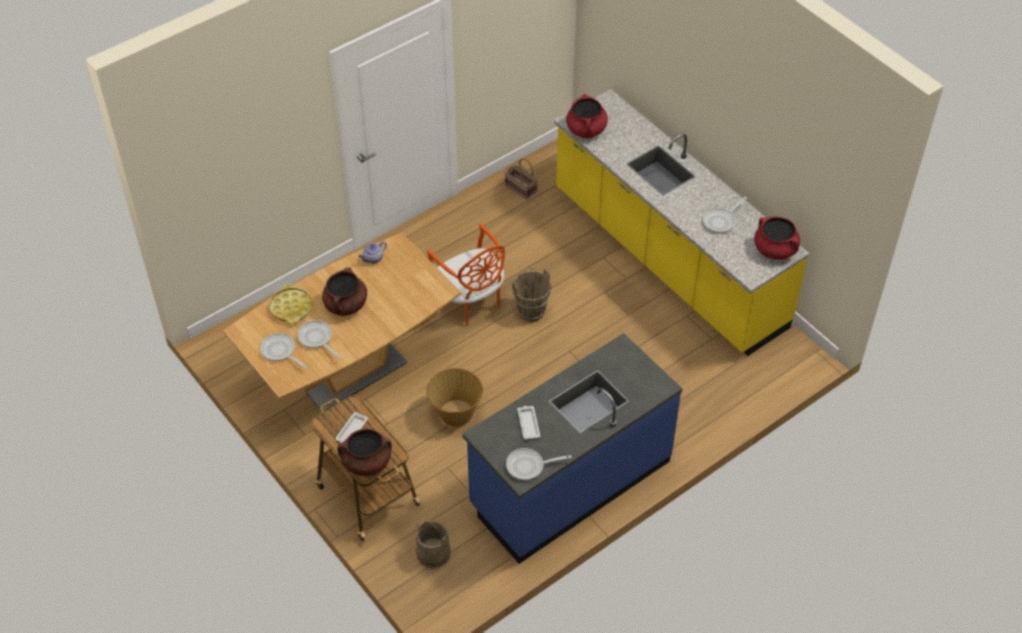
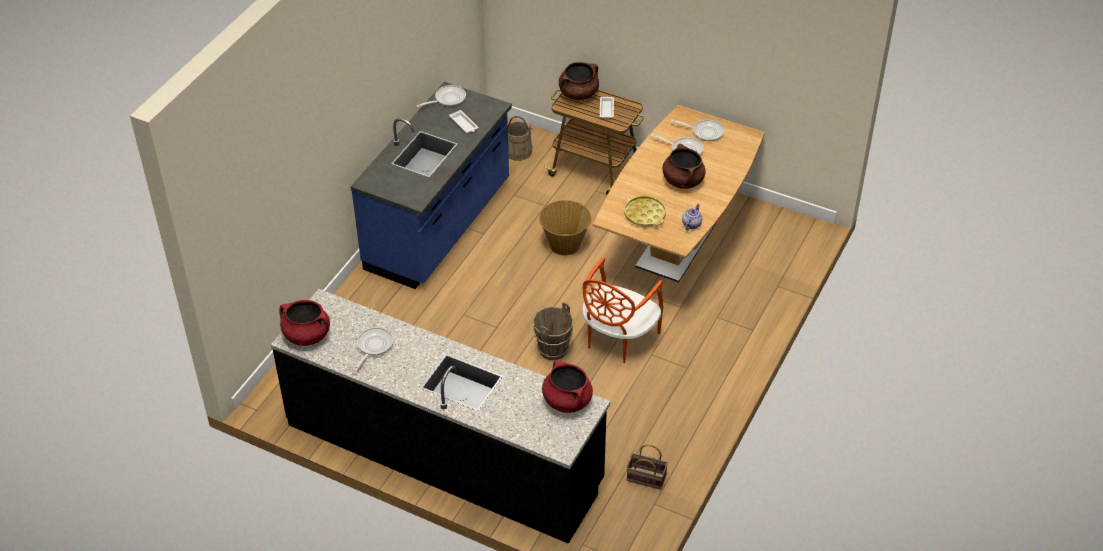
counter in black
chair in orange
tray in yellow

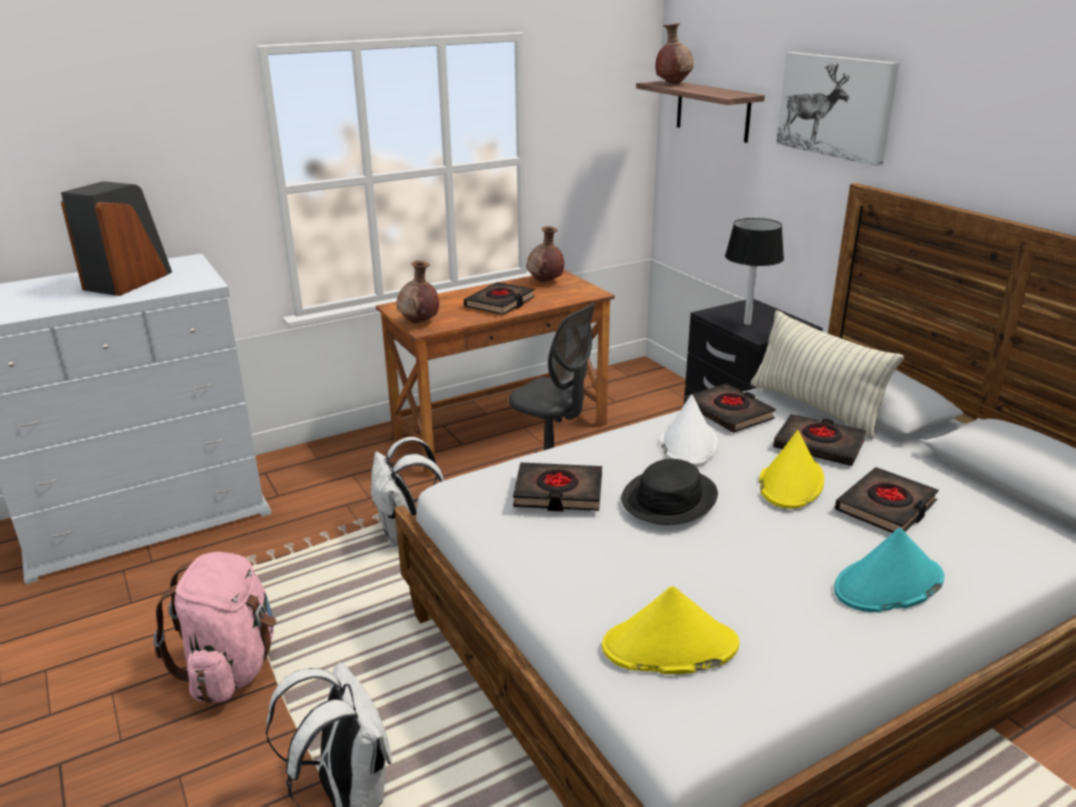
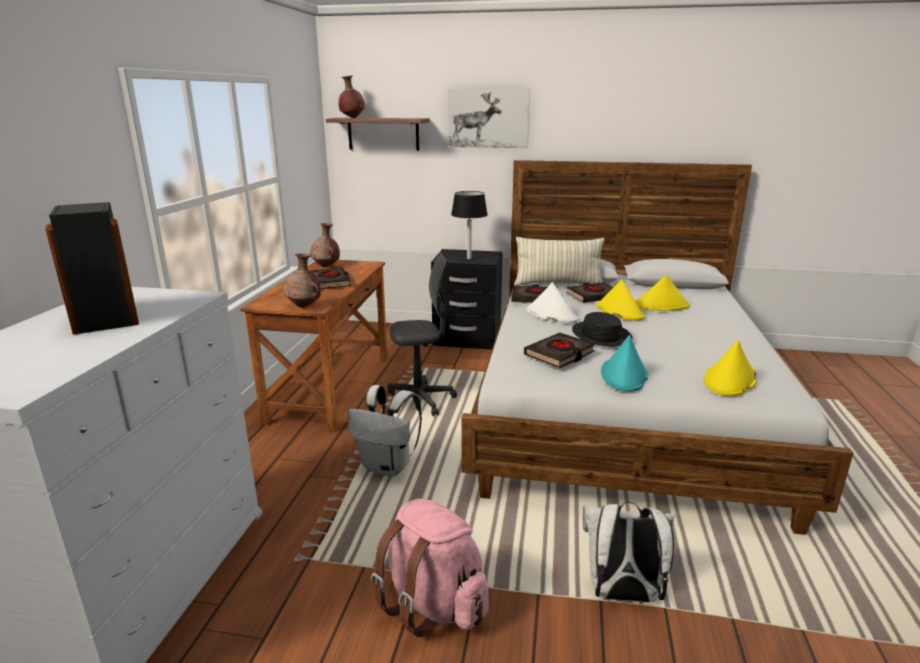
hat in turquoise
hat in yellow (2nd from left)

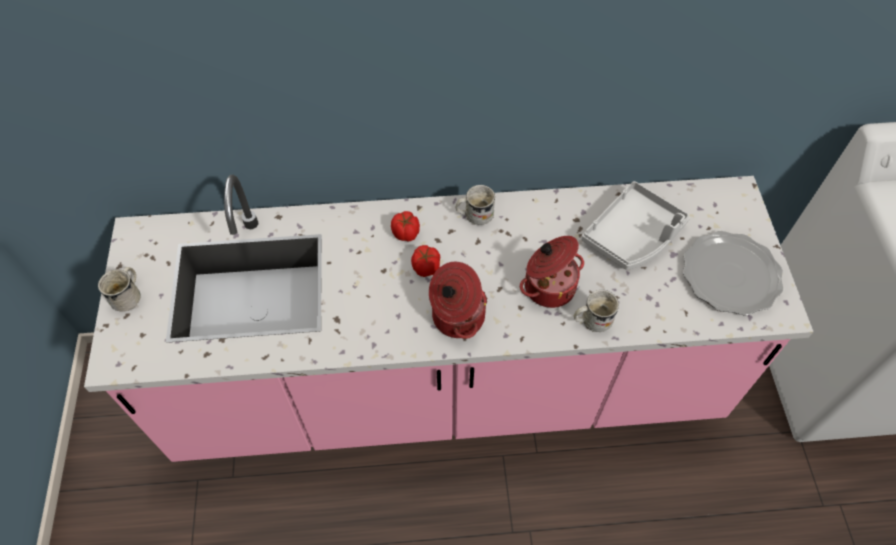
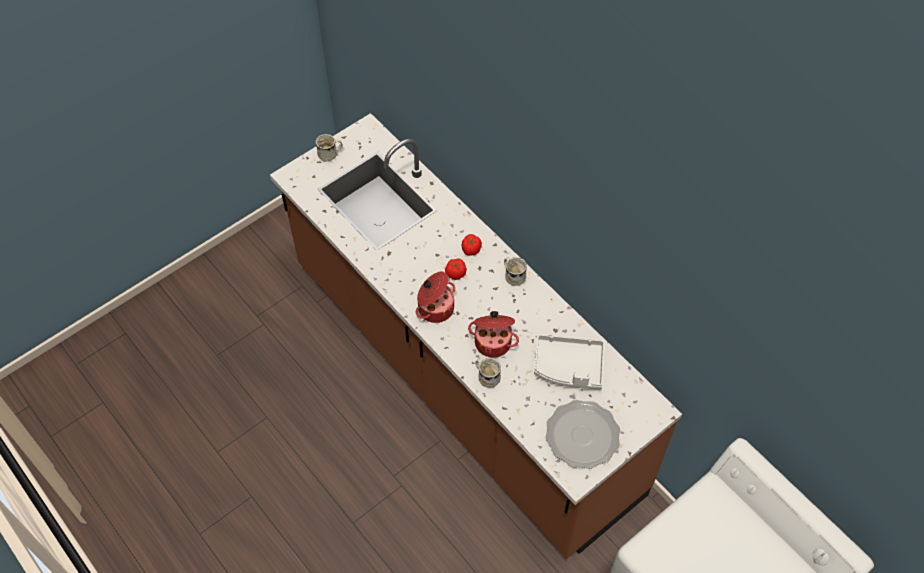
counter in brown

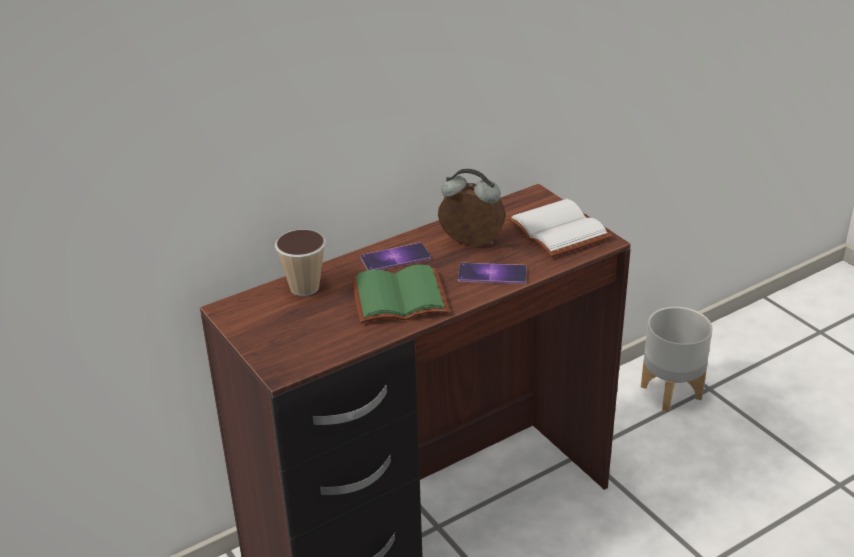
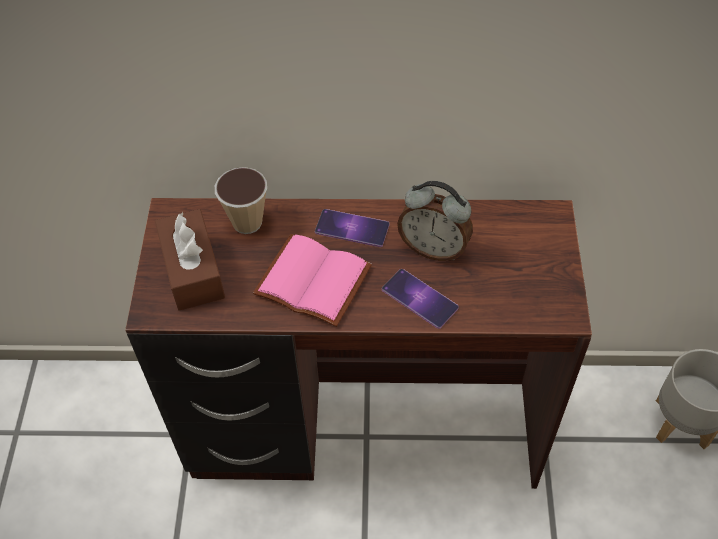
tissue box in brown
book in pink
alarm clock
book in white

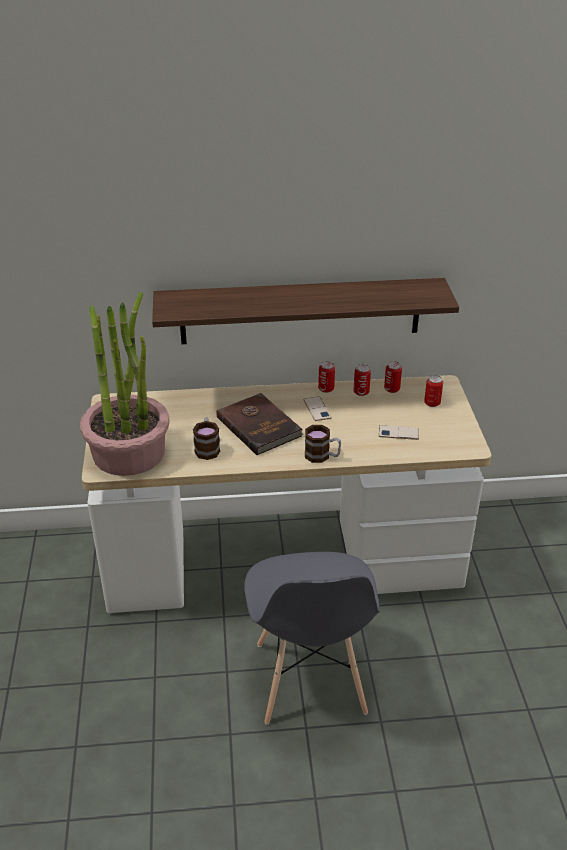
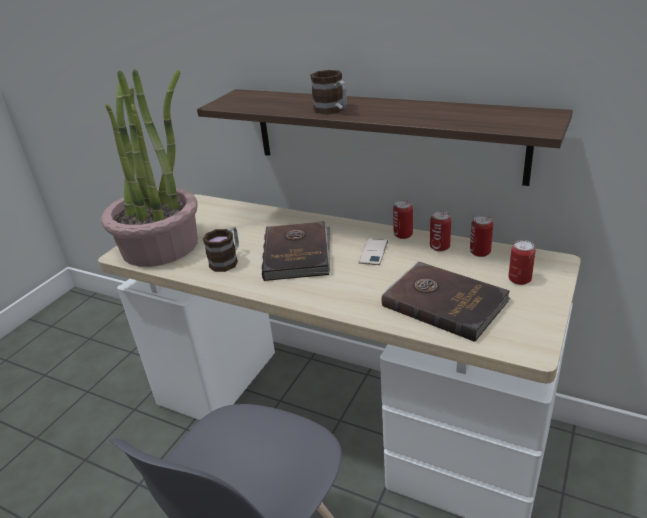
mug (2nd from left)
book in brown (2nd from left)

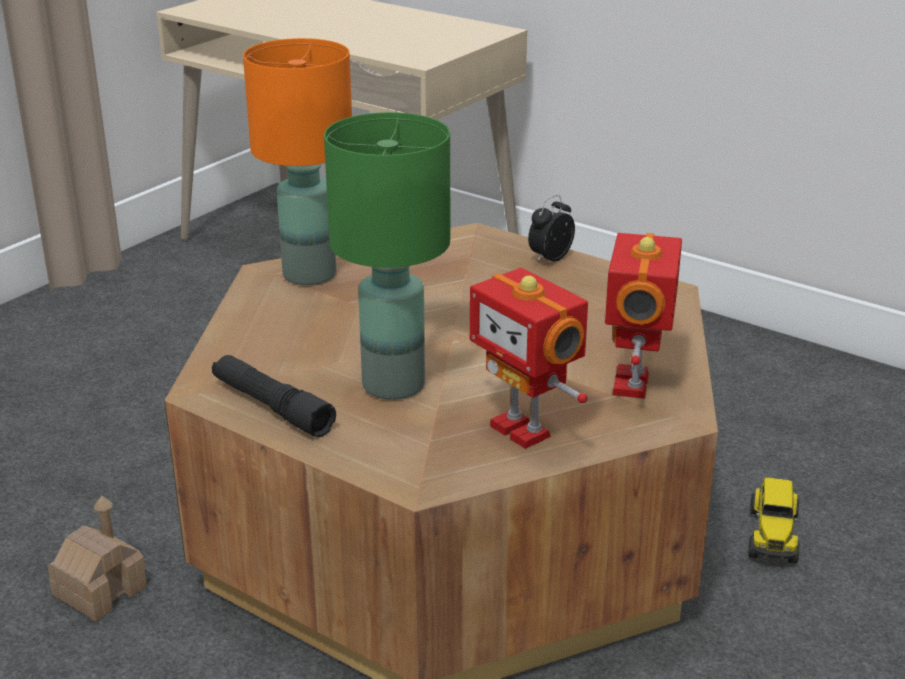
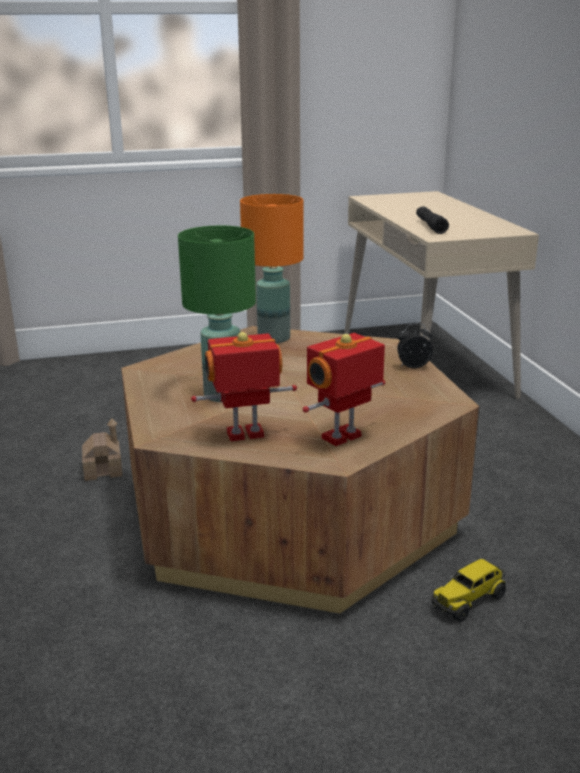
toy robot (1st from left)
flashlight in black

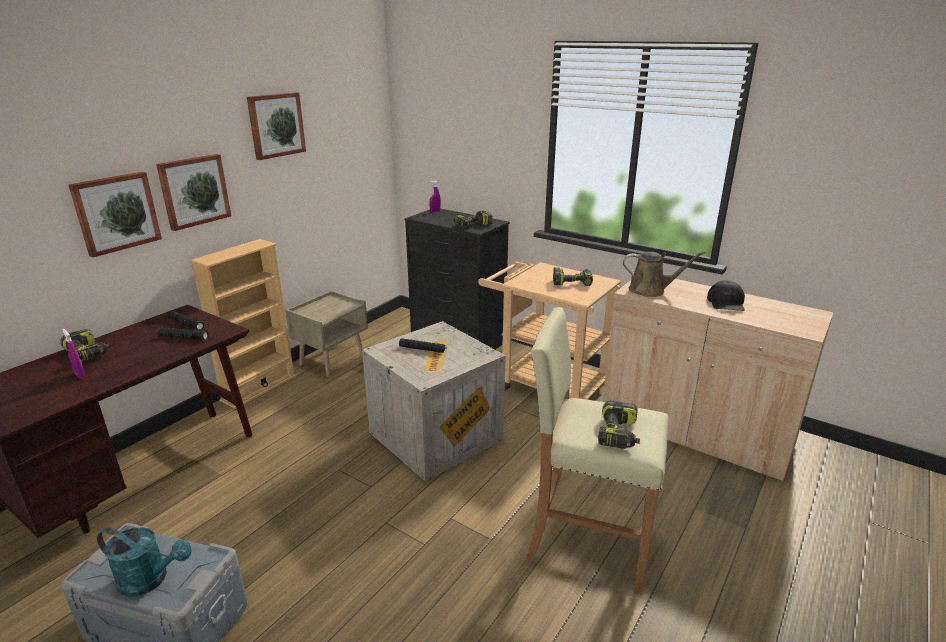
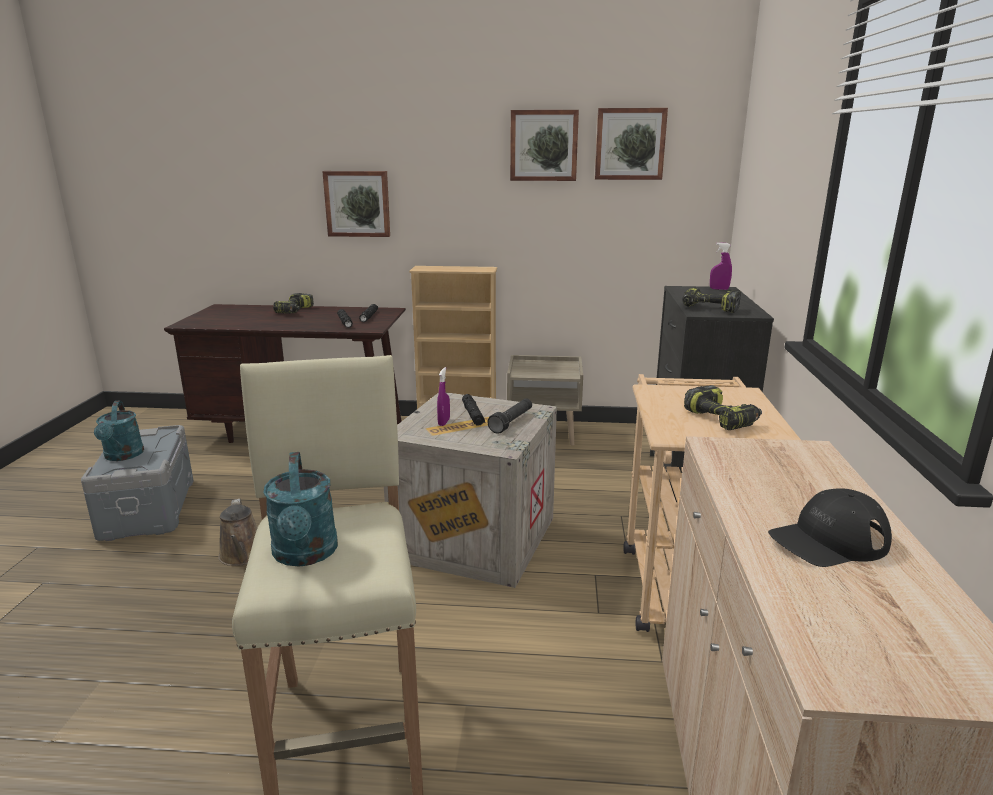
watering can in brown
watering can in turquoise (2nd from left)
spray bottle in purple (1st from left)
flashlight in black (4th from left)
picture (3rd from left)

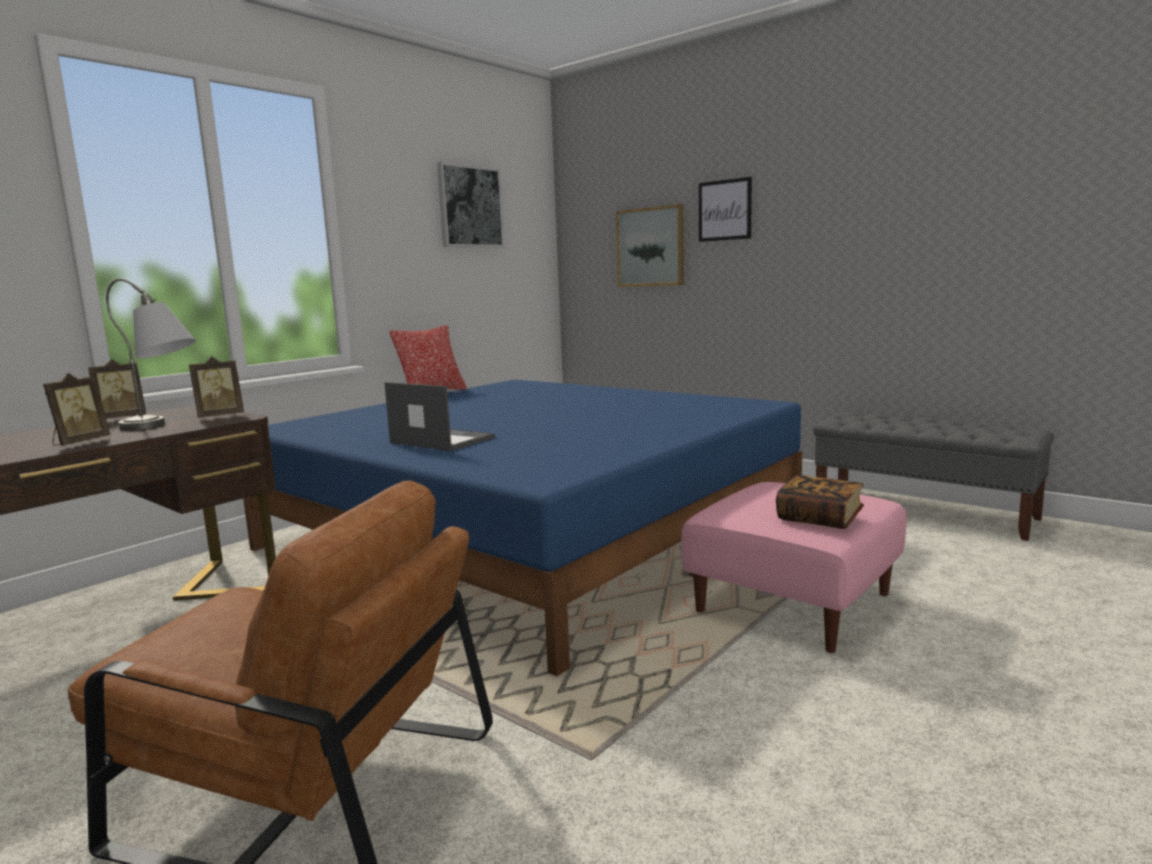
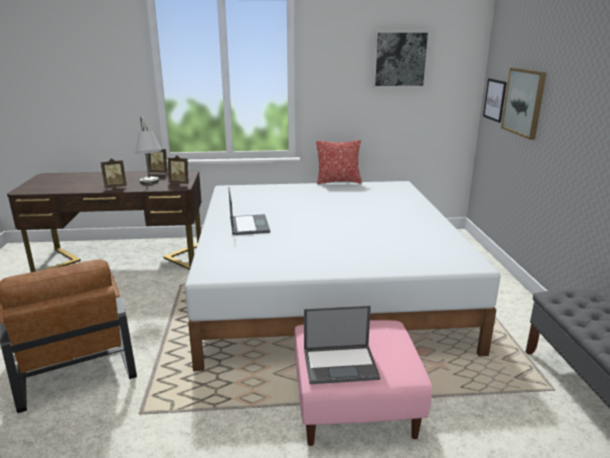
bed in white
laptop (2nd from left)
picture (2nd from left)

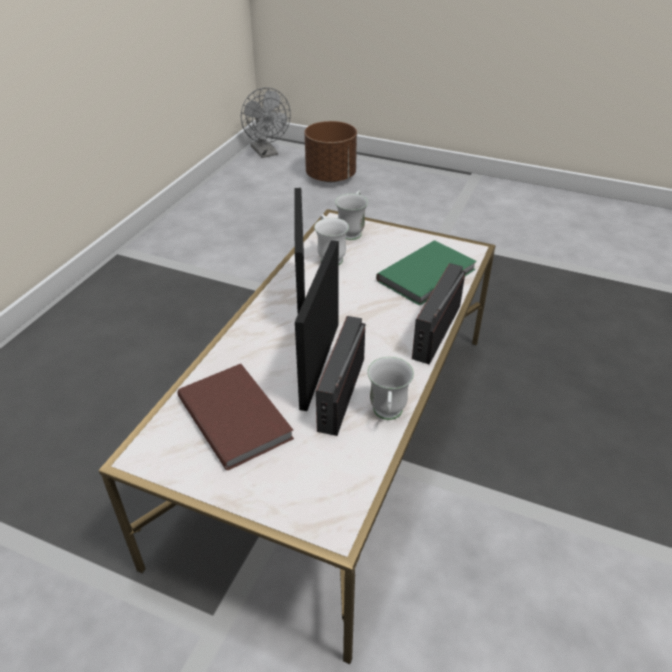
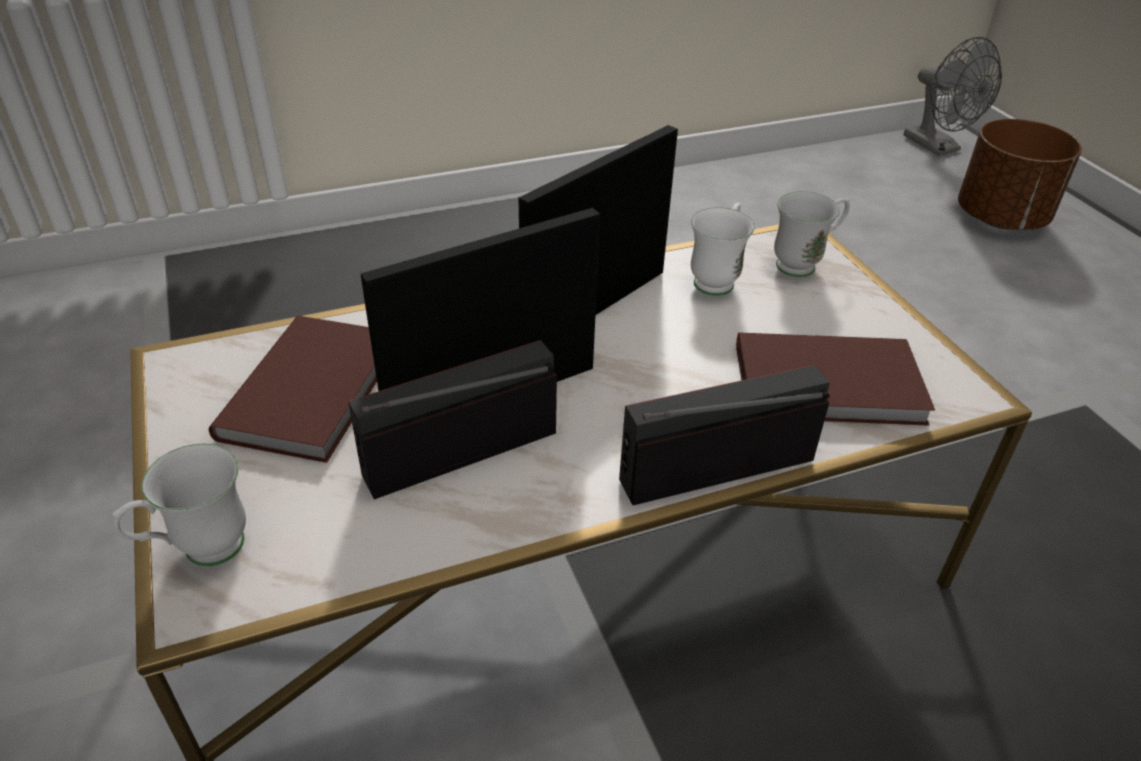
mug in white (1st from left)
book in brown (2nd from left)
fan in grey

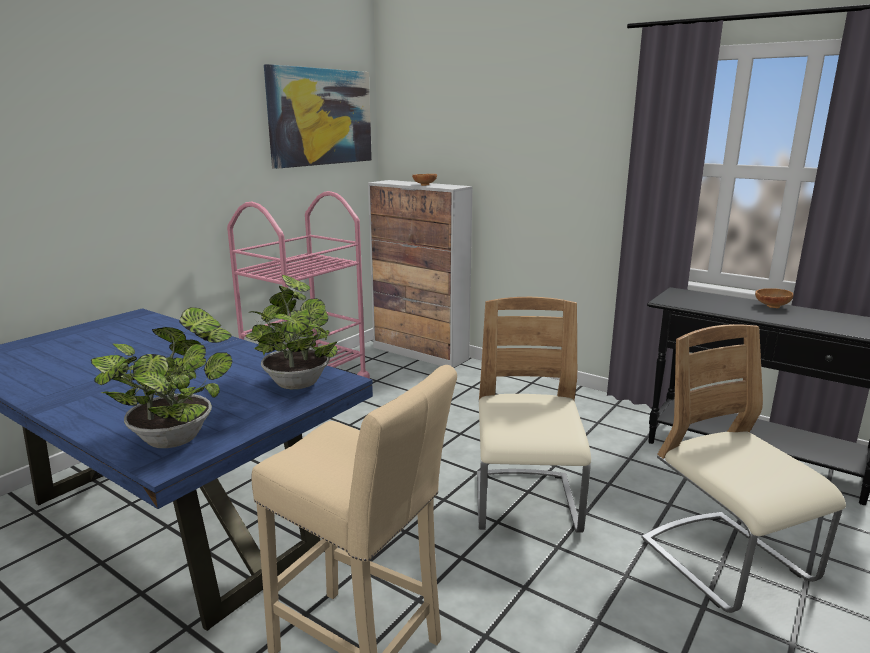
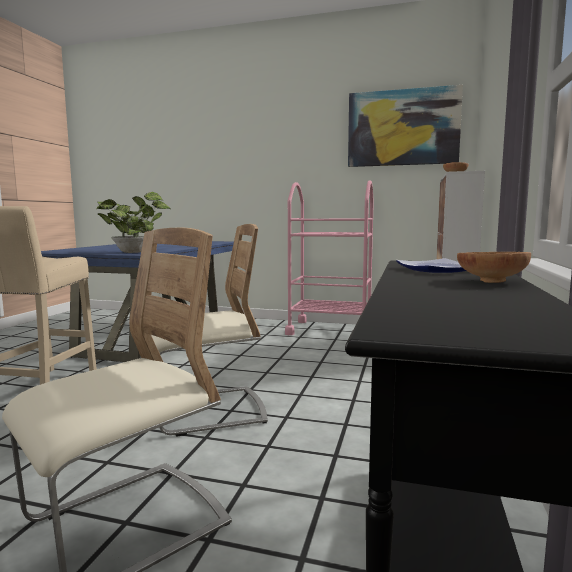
plate
potted plant (1st from left in the first image)

